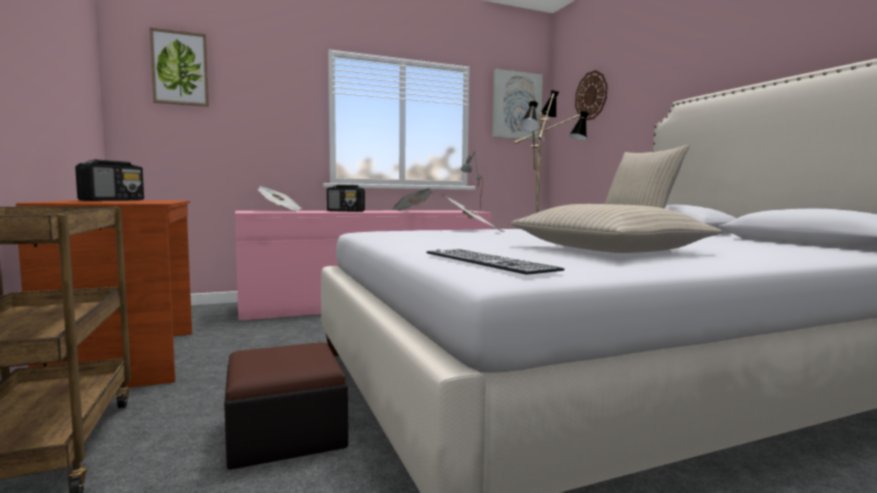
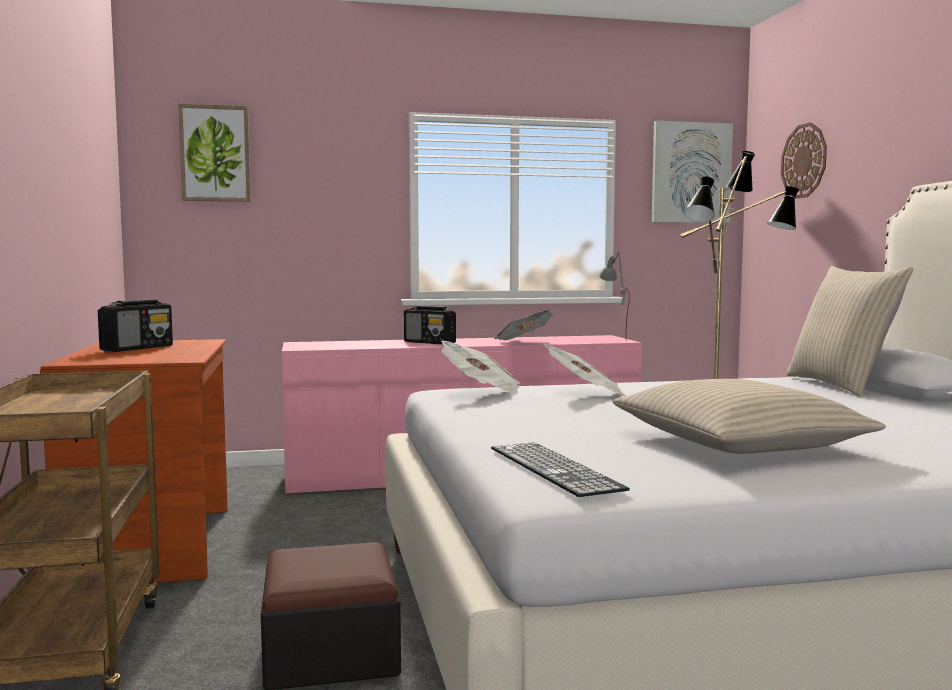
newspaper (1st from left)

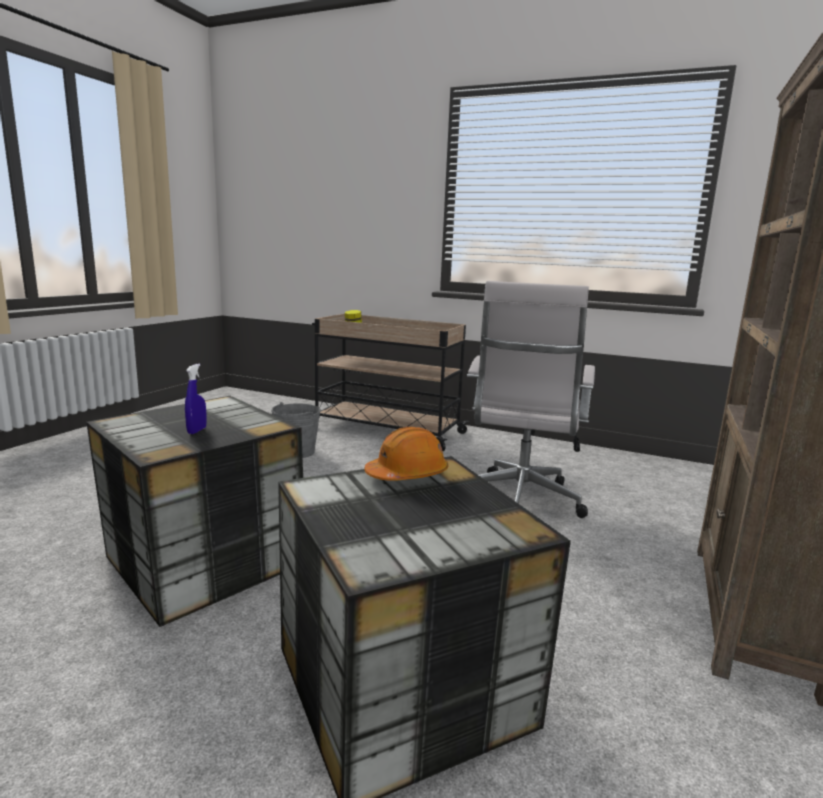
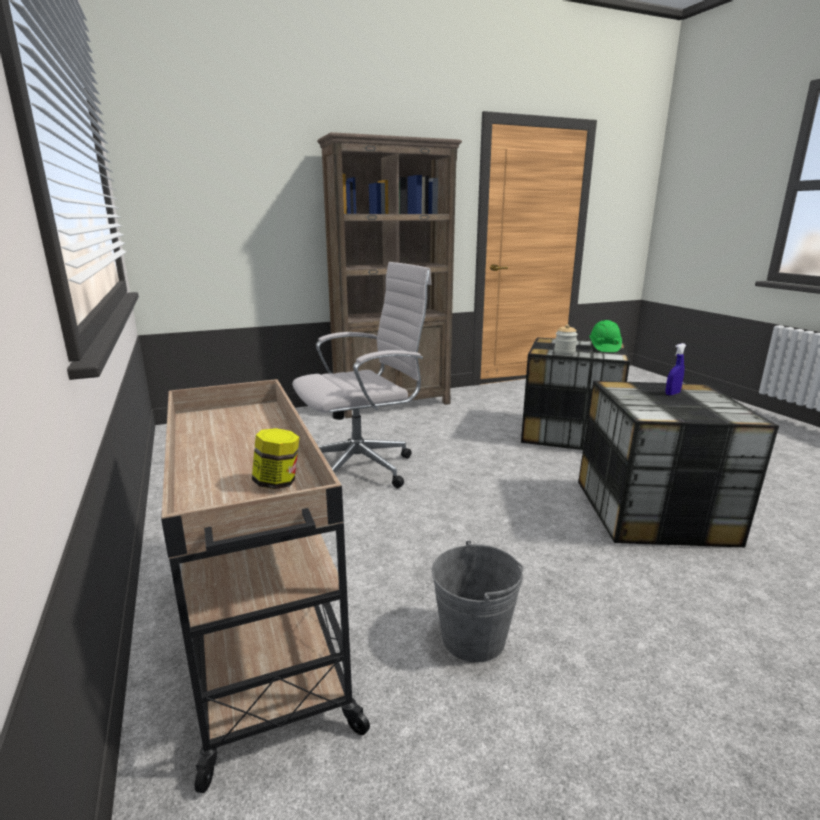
jar (2nd from left)
hard hat in green

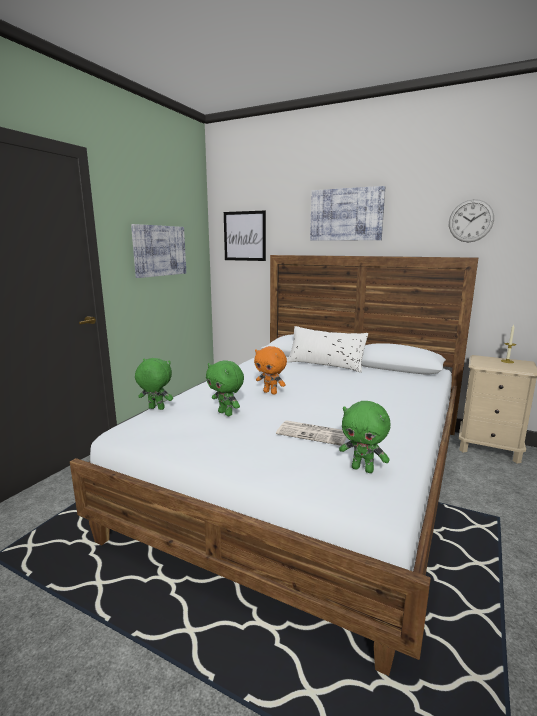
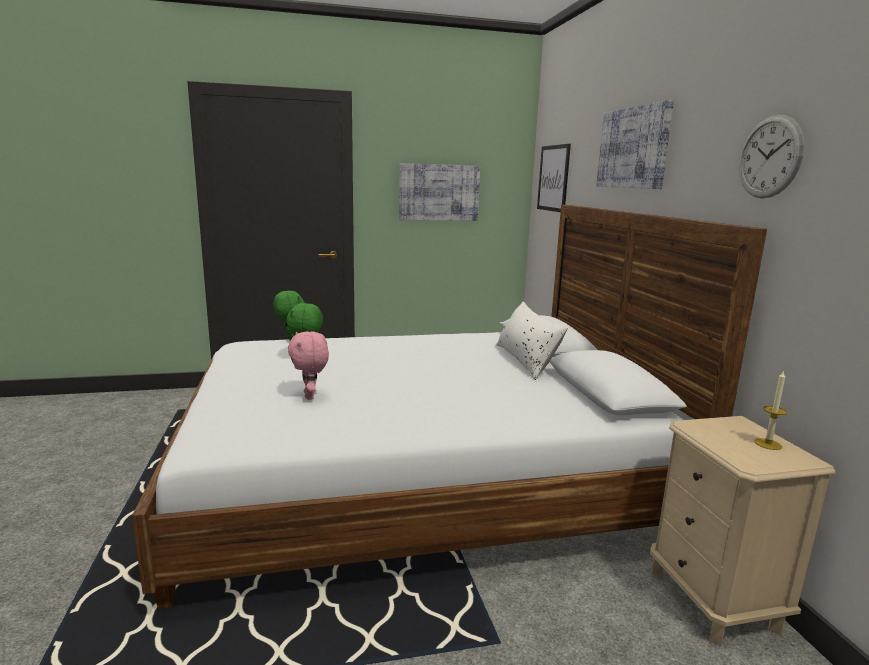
plush toy in pink
plush toy in orange
plush toy in green (3rd from left in the first image)

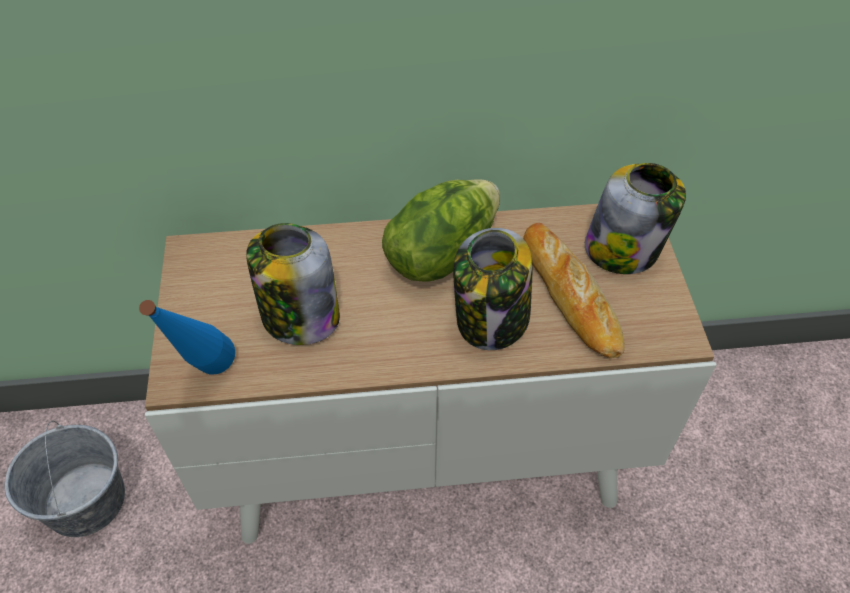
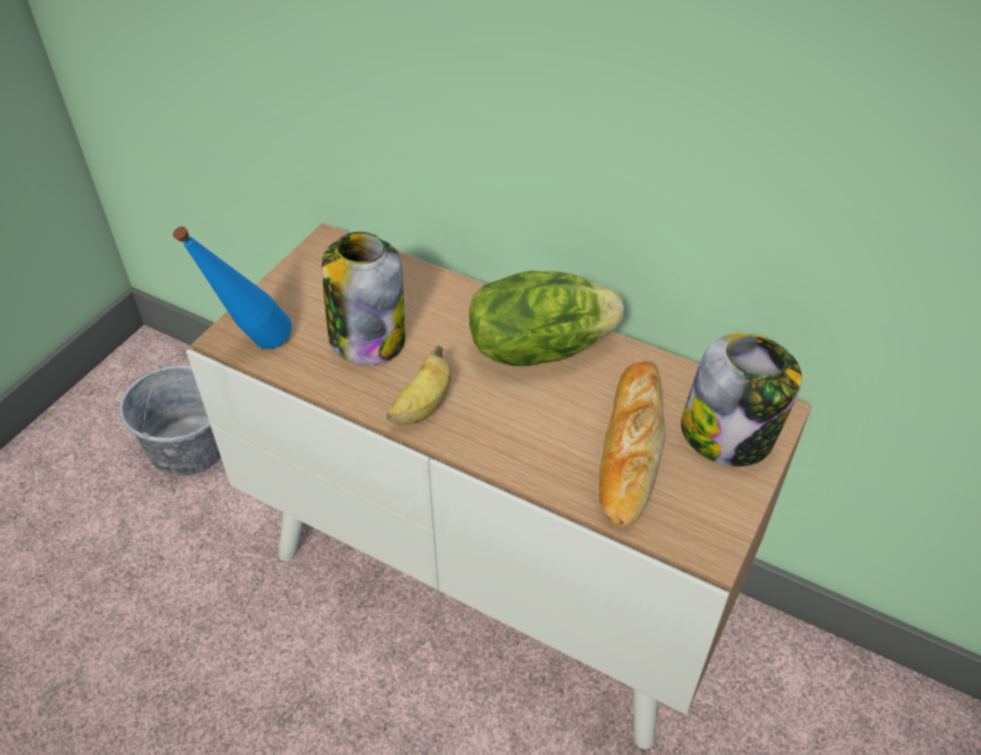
banana
jar (2nd from left in the first image)

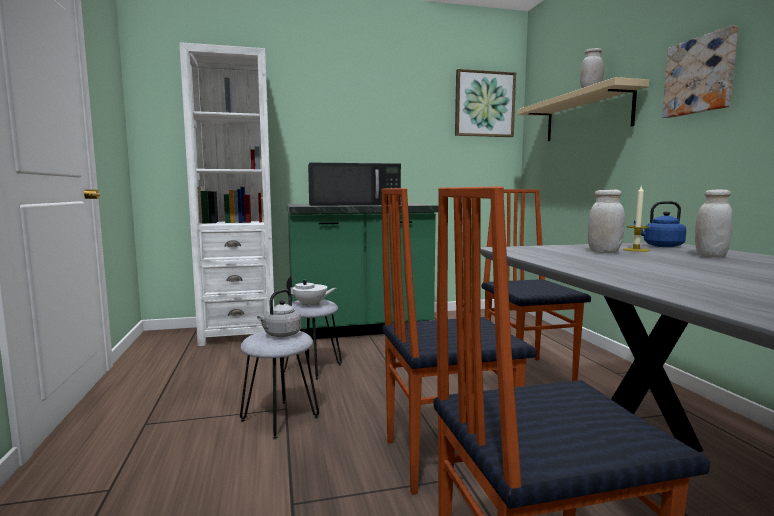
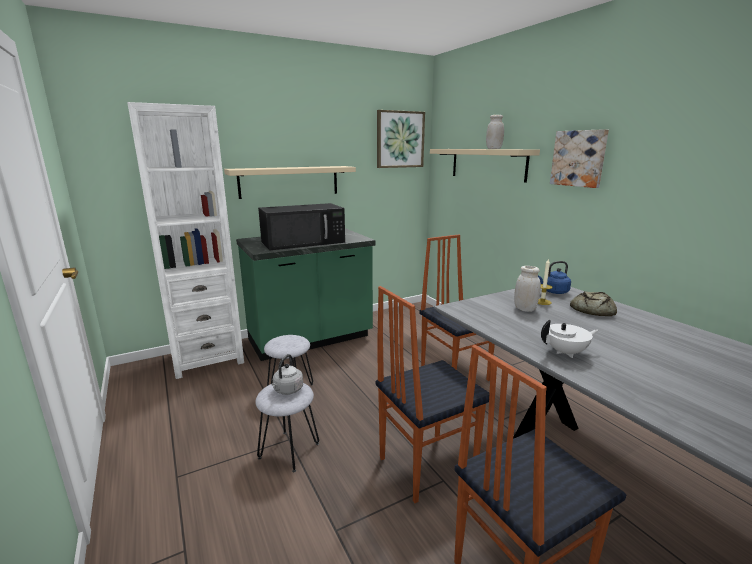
shelf in beige (1st from left)
teapot in white
bread

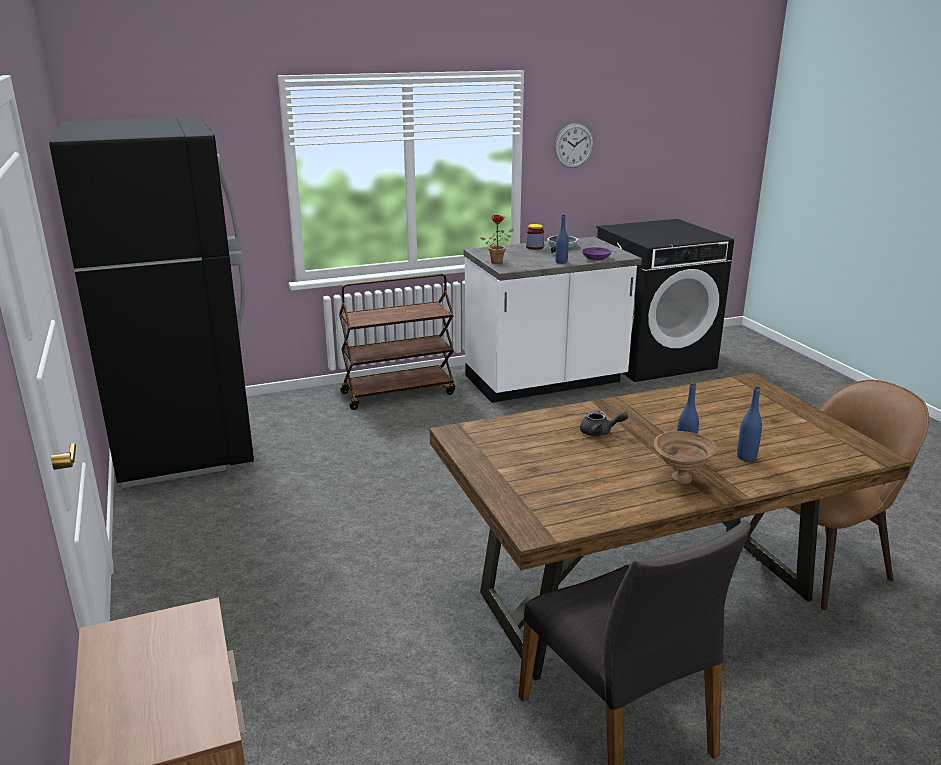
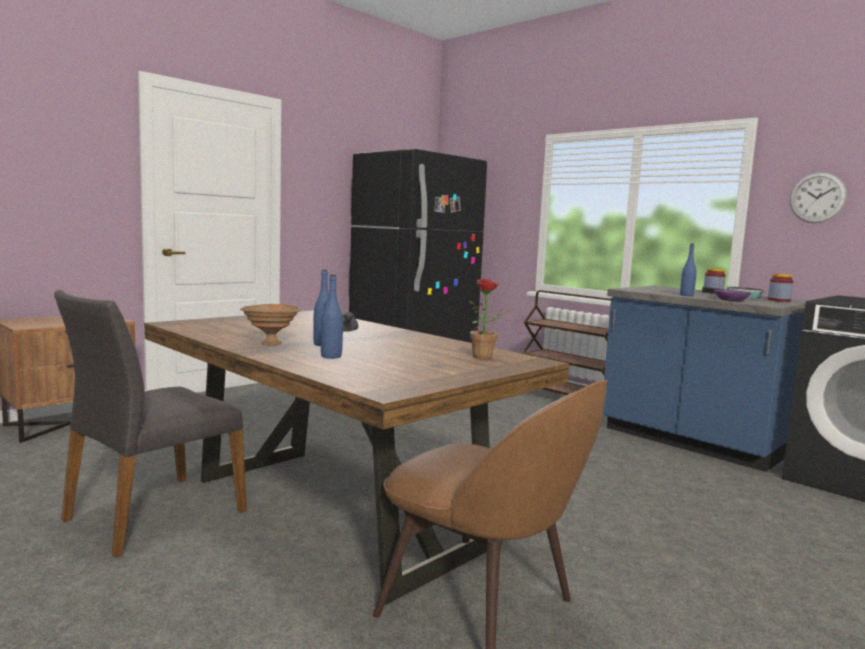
potted plant
counter in blue
jar (2nd from left)

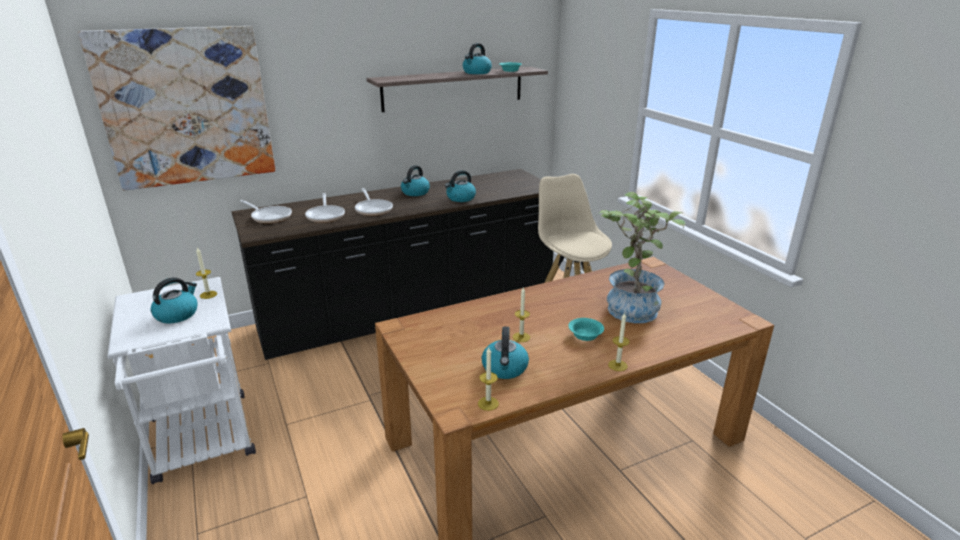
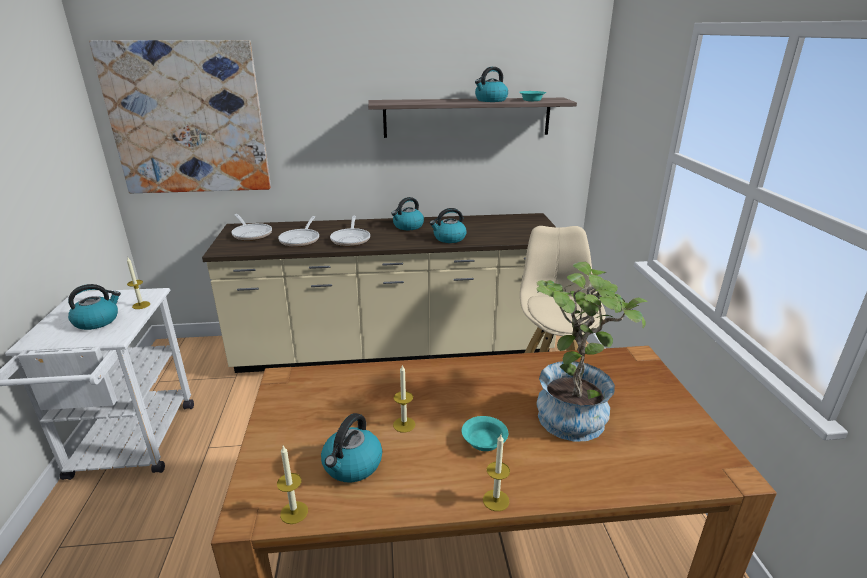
counter in beige

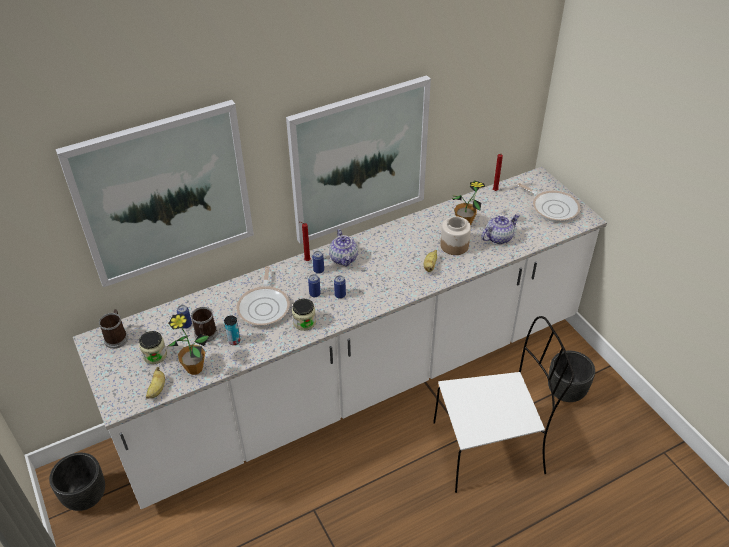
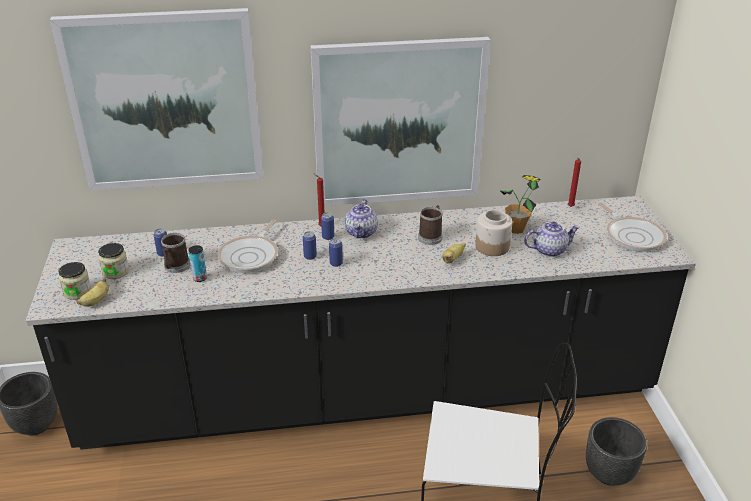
counter in black
jar (1st from left)
mug (2nd from left)
potted plant (1st from left in the first image)

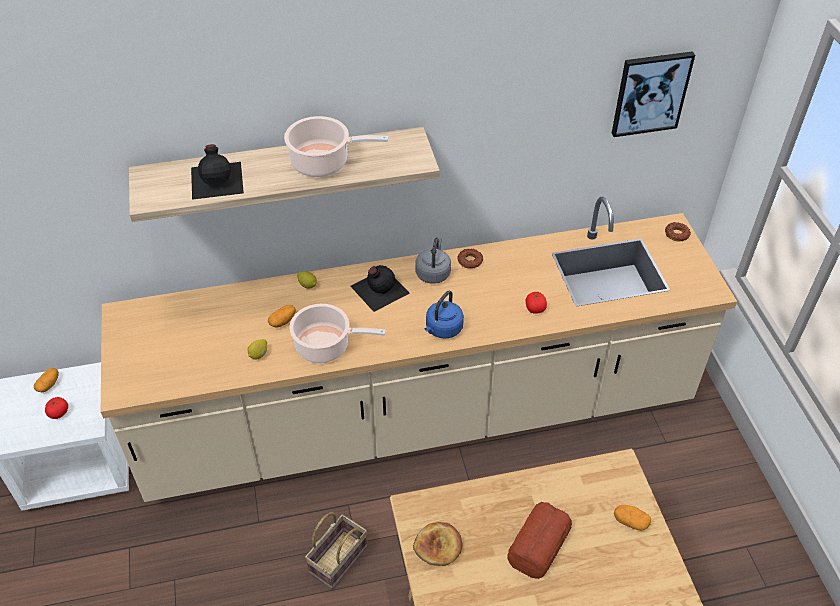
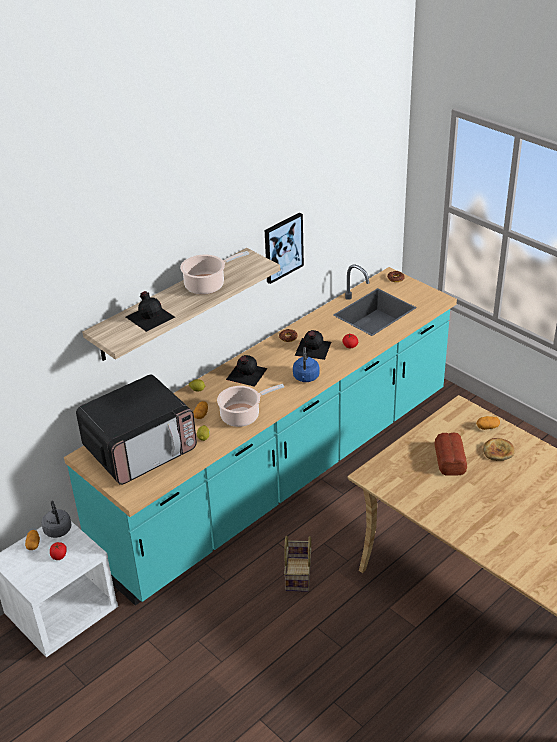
kettle in grey
counter in turquoise
microwave
picture
bottle in black (3rd from left)
bread (2nd from left)

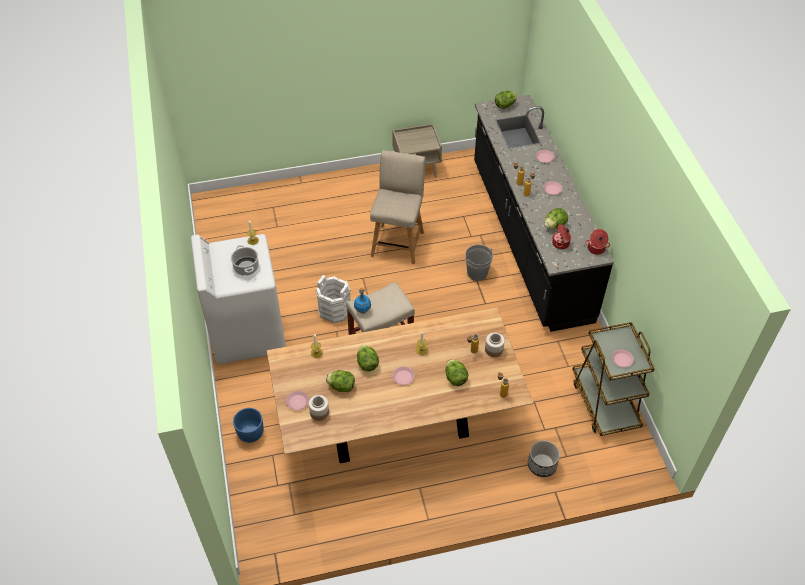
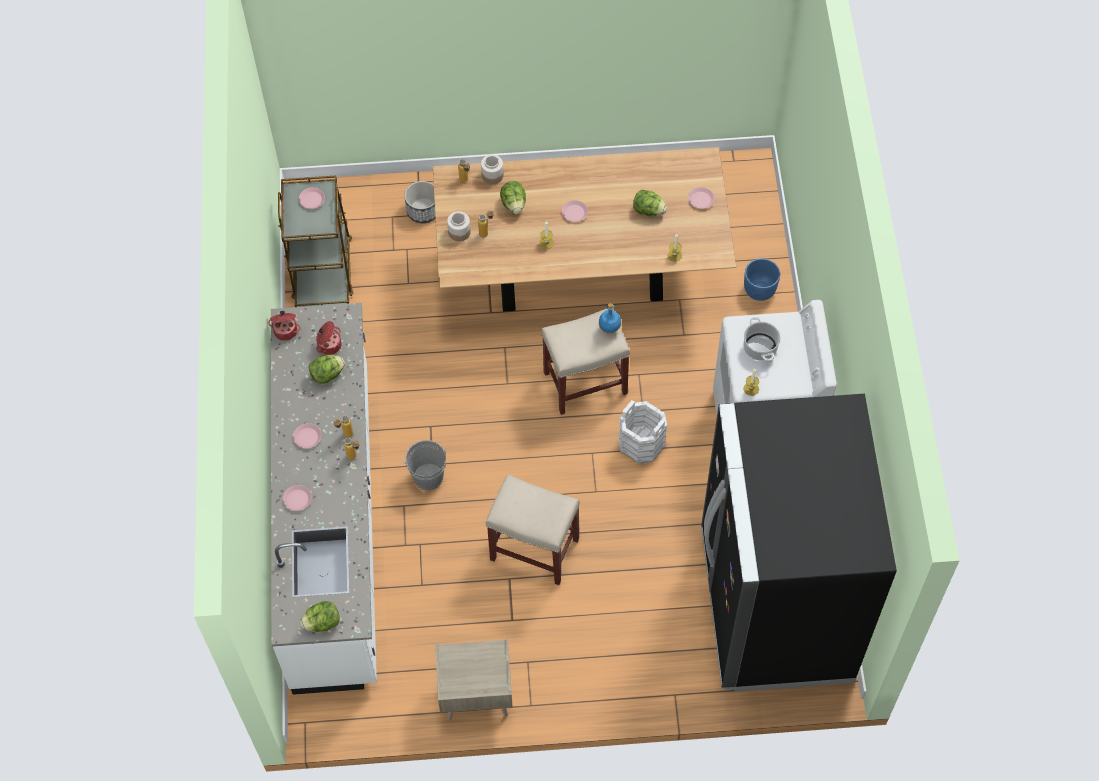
counter in white
jar (2nd from left)
stool in beige (1st from left)
fridge in black
lettuce (2nd from left in the first image)

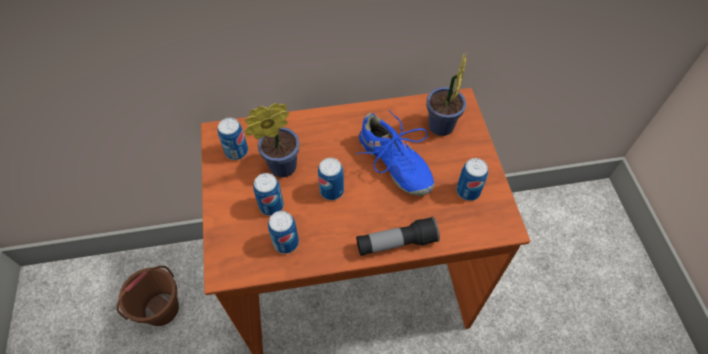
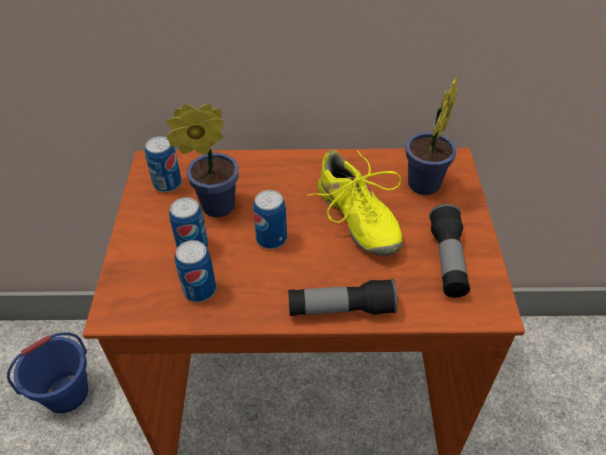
bucket in blue
shoe in yellow
flashlight (2nd from left)

